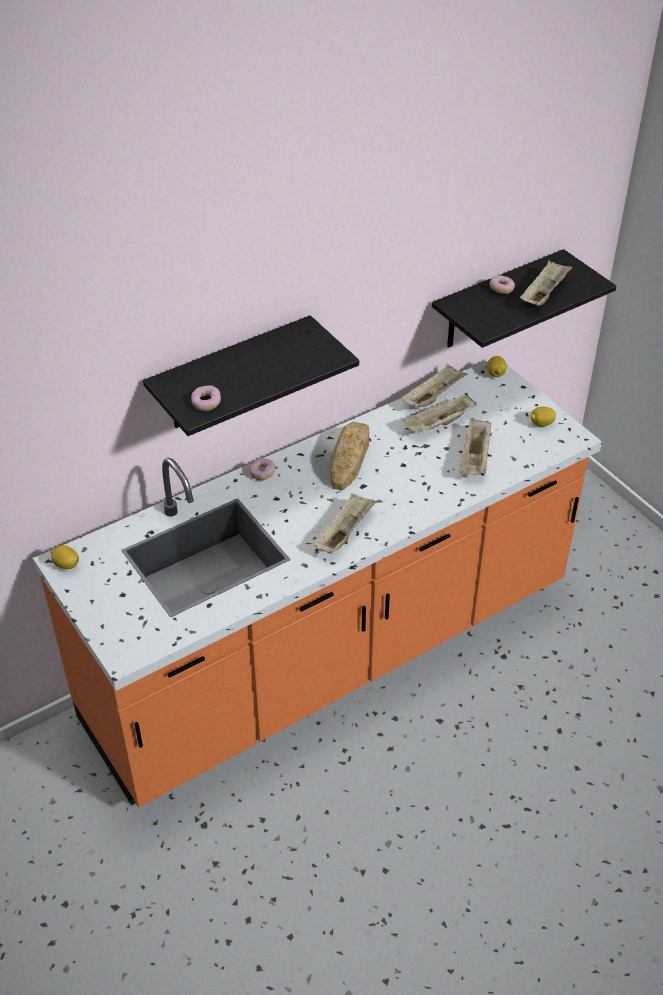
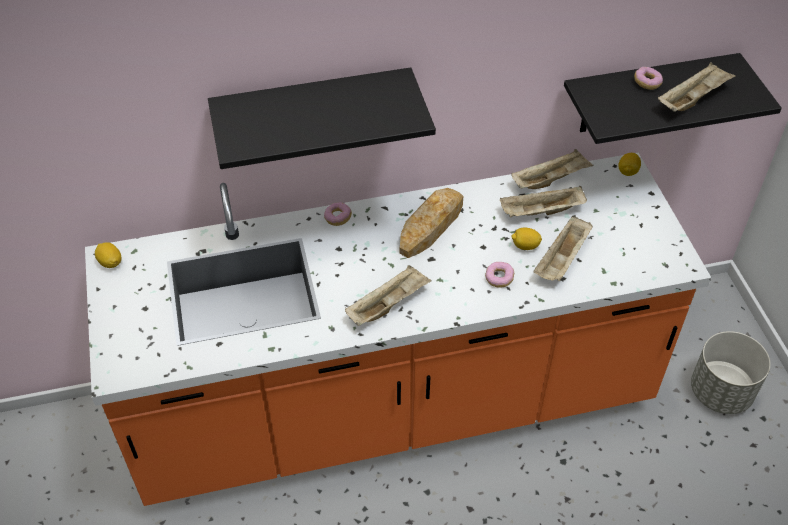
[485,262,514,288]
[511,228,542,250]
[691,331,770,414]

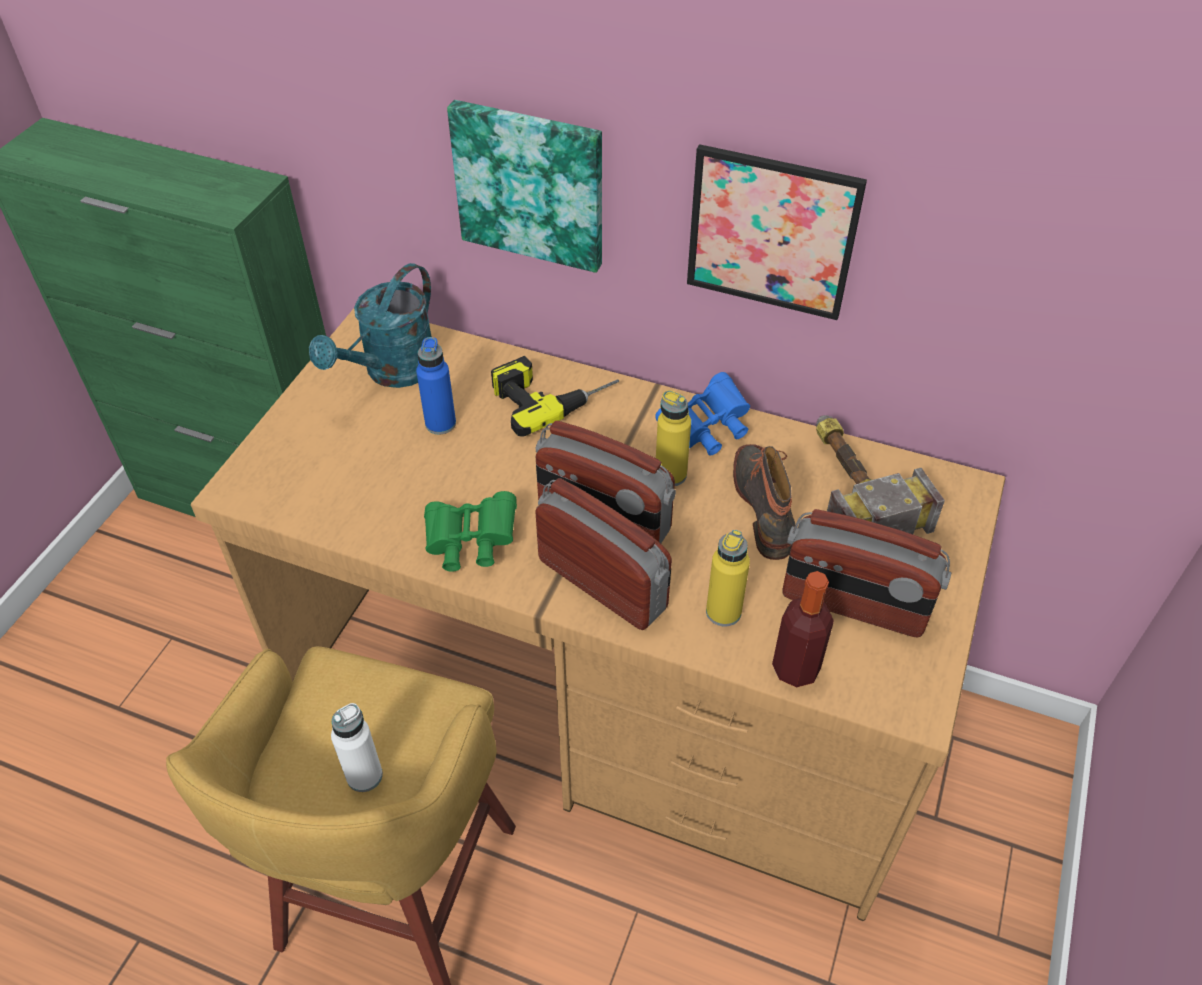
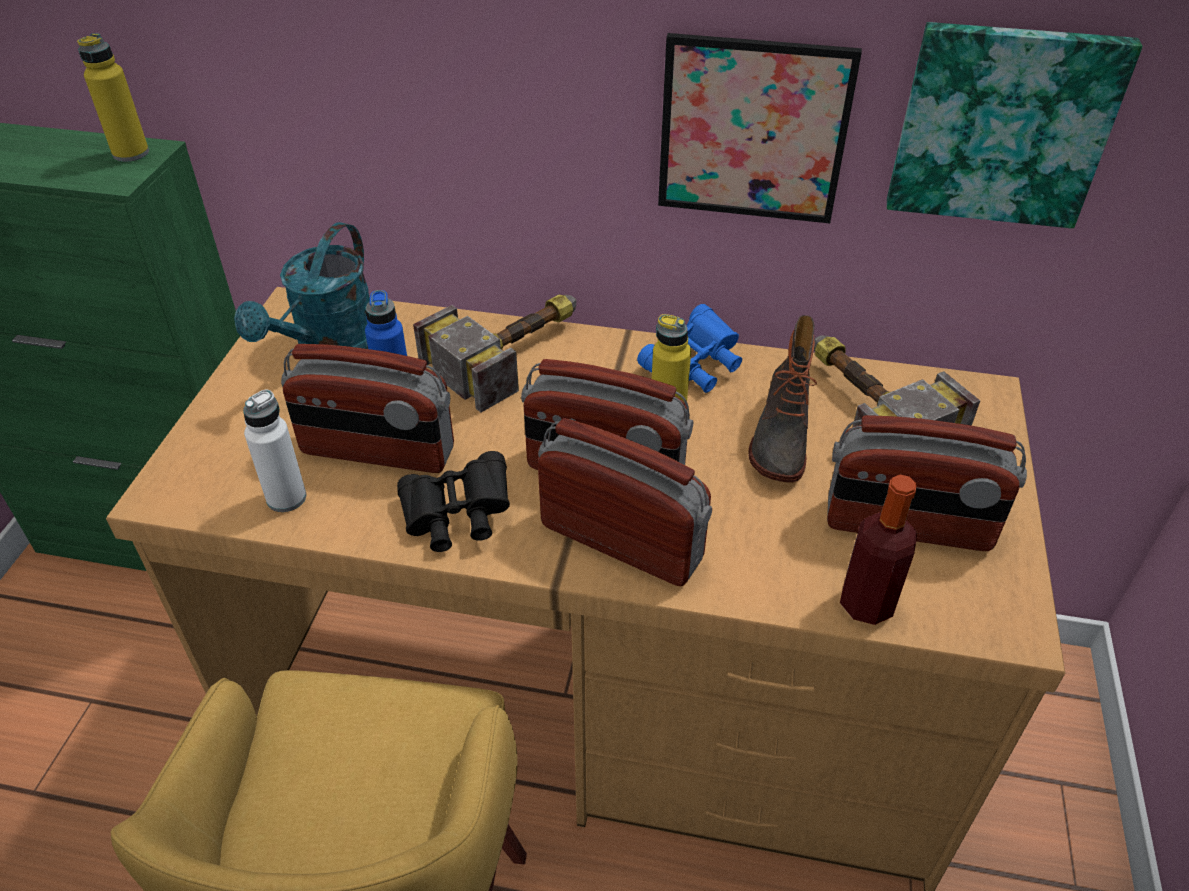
[887,22,1142,228]
[413,294,577,412]
[748,315,817,483]
[397,451,510,552]
[77,33,149,162]
[243,390,306,512]
[281,344,454,473]

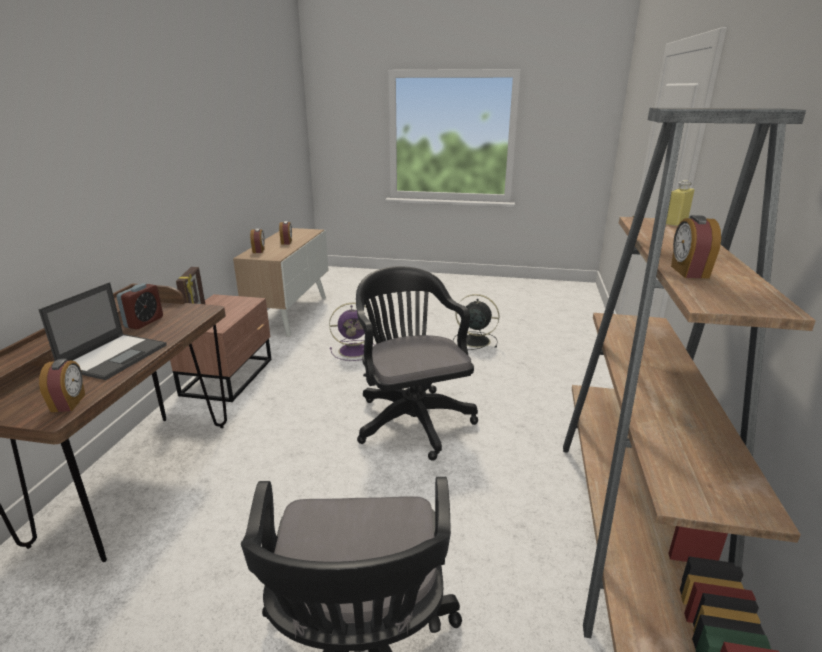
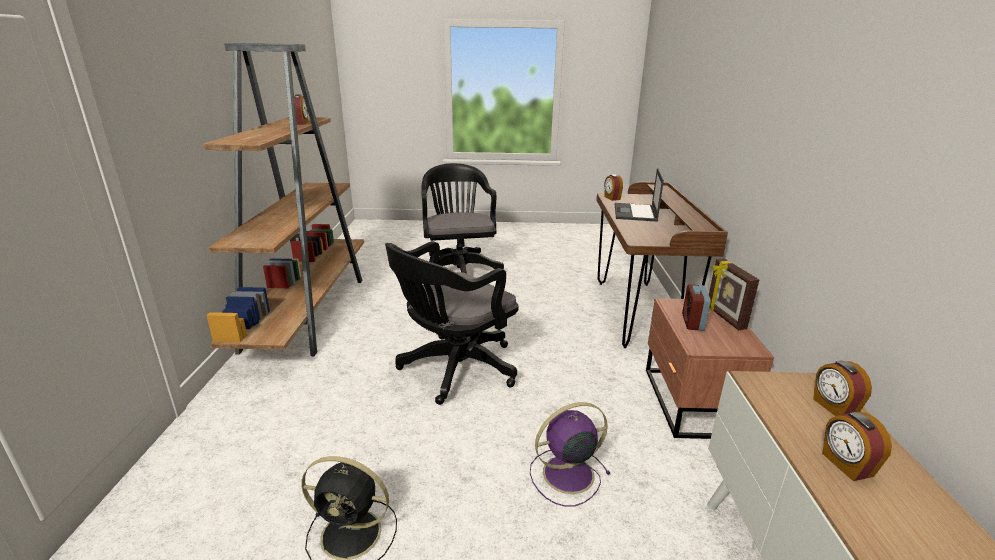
[666,180,694,226] (first image)
[385,241,518,405]
[682,284,711,331]

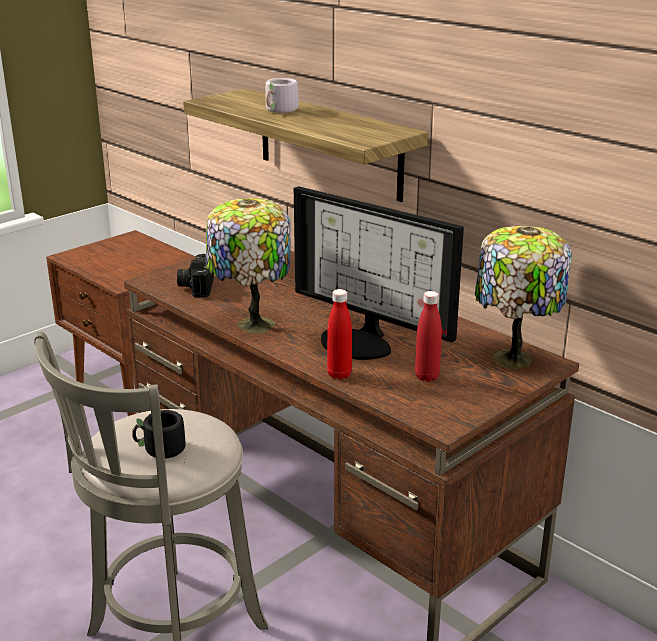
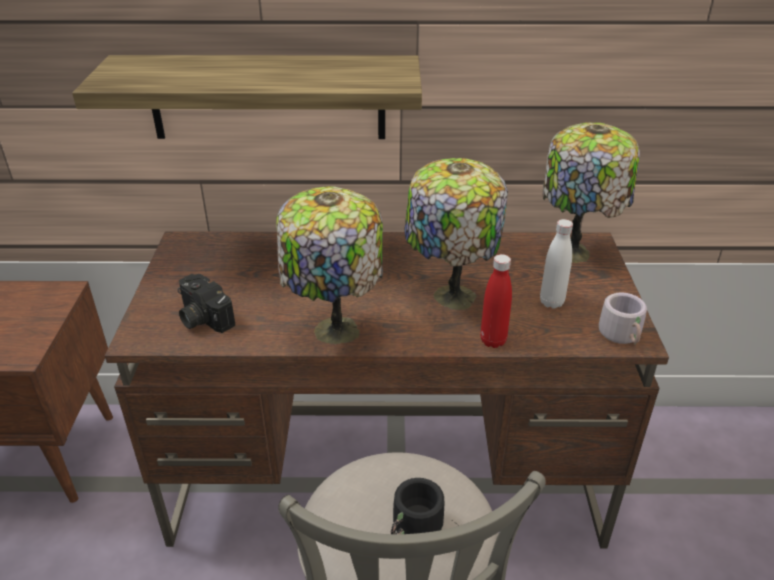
[599,292,647,345]
[404,158,508,310]
[540,219,573,309]

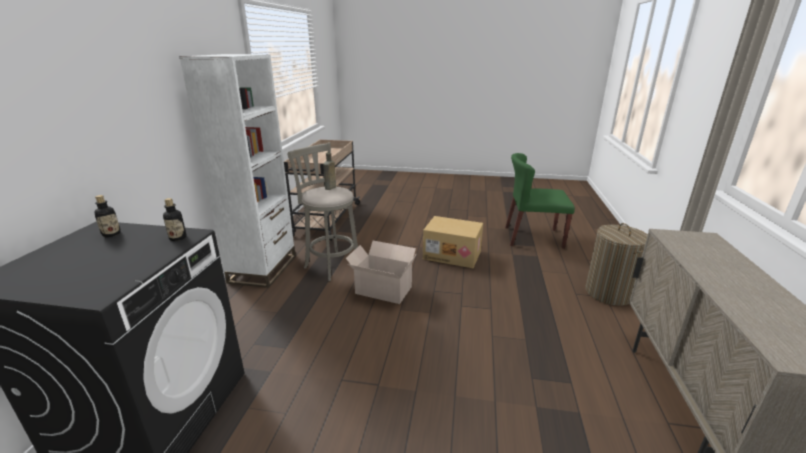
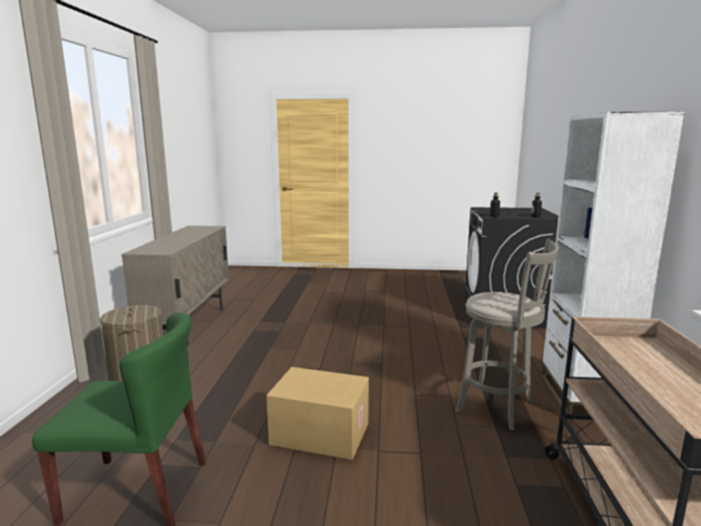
[323,152,336,190] (first image)
[346,241,417,304] (first image)

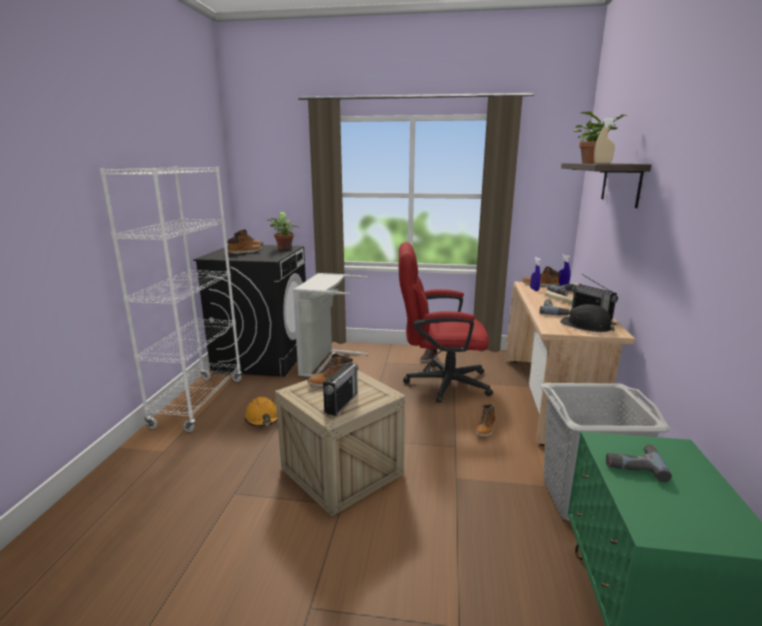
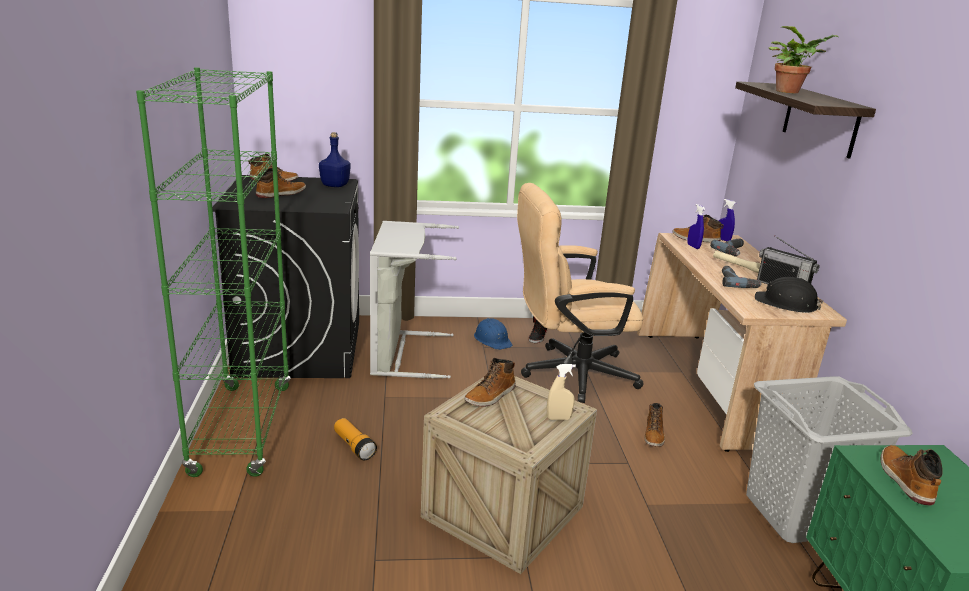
[547,364,576,420]
[136,67,291,477]
[319,132,351,187]
[517,183,644,403]
[323,362,358,416] (first image)
[334,418,377,461]
[881,445,943,506]
[474,318,513,350]

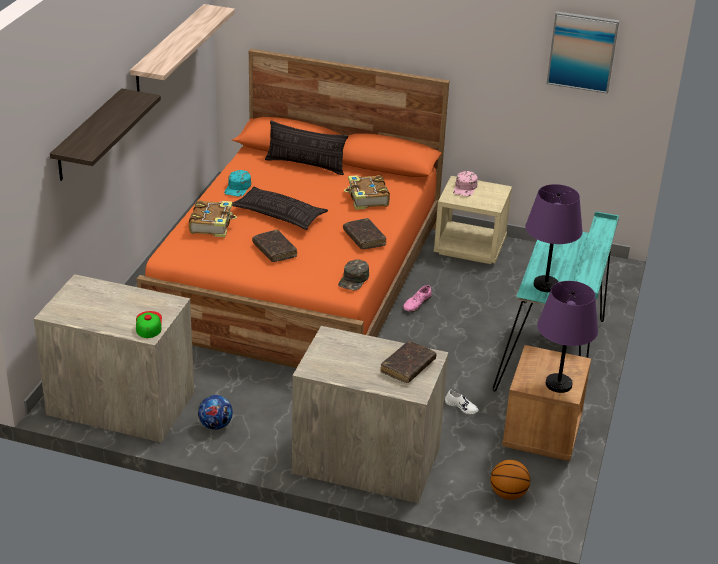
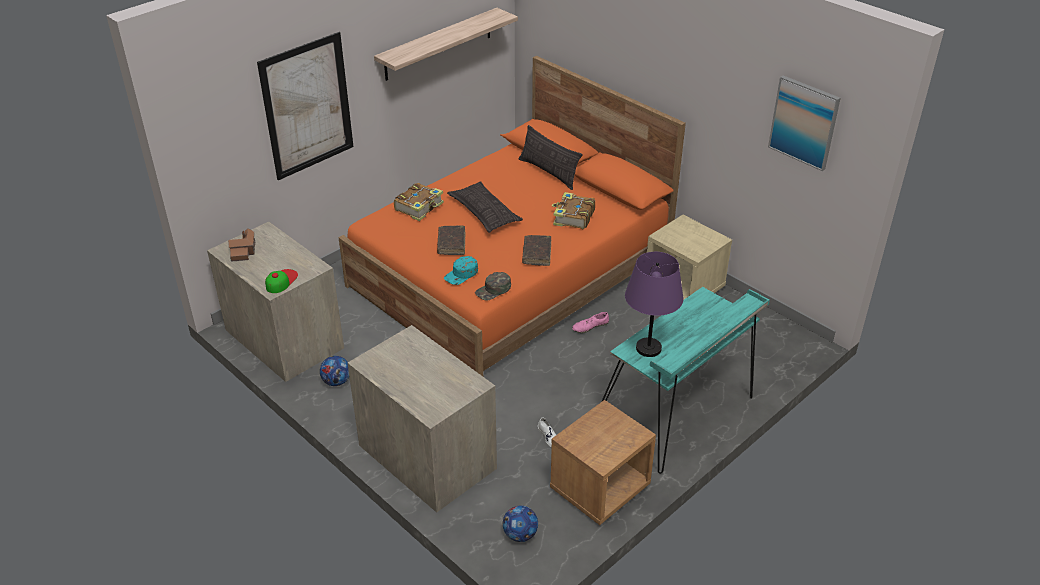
[257,32,354,180]
[444,256,478,285]
[453,171,478,196] (first image)
[537,281,598,393] (first image)
[381,341,437,383] (first image)
[503,506,538,542]
[228,228,255,262]

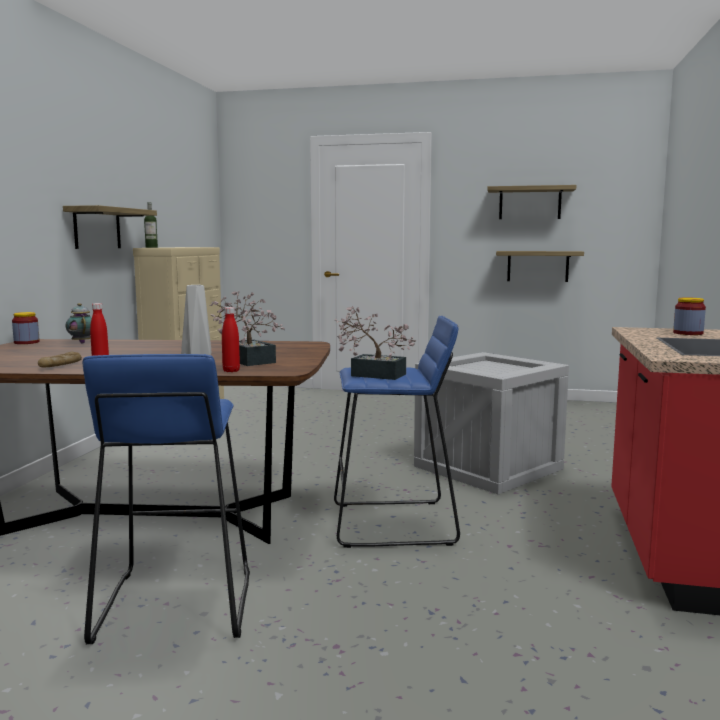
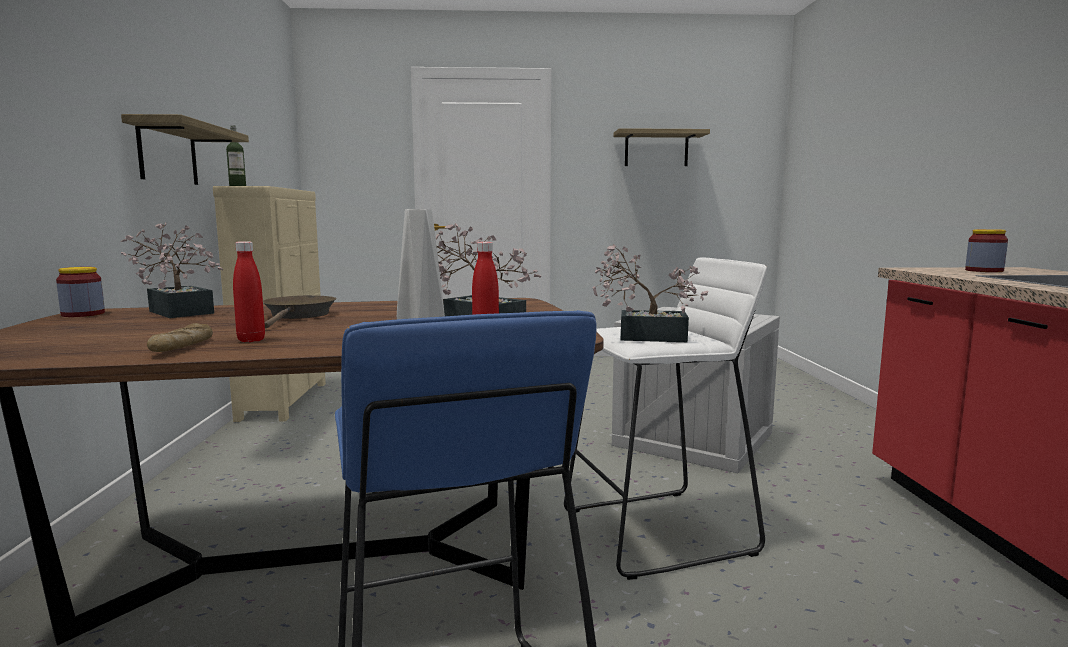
[496,251,584,282] (first image)
[121,222,223,318]
[564,258,767,580]
[263,295,337,328]

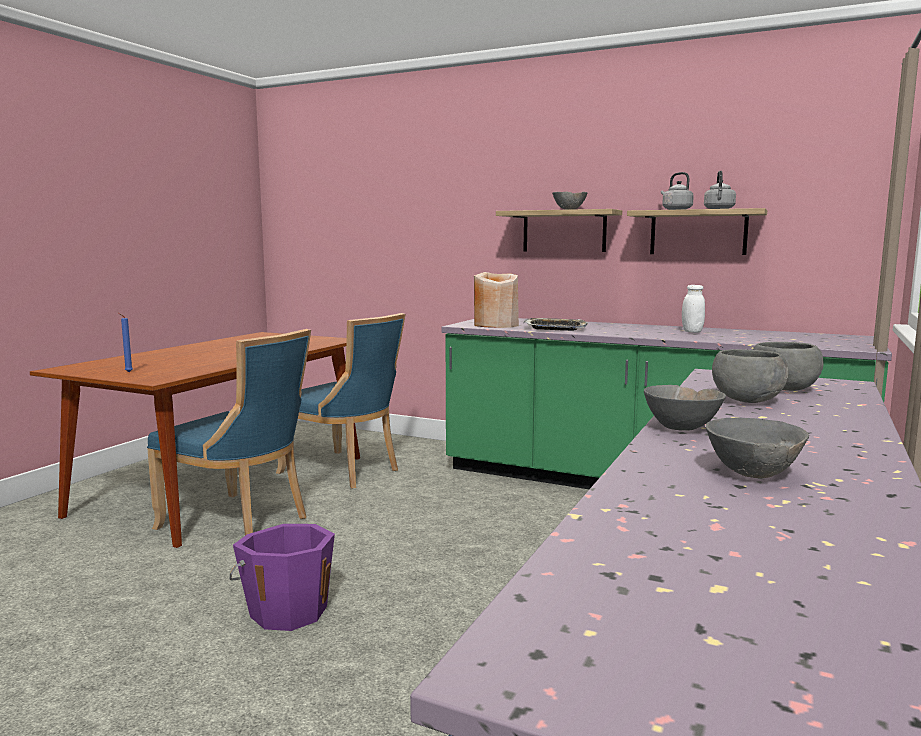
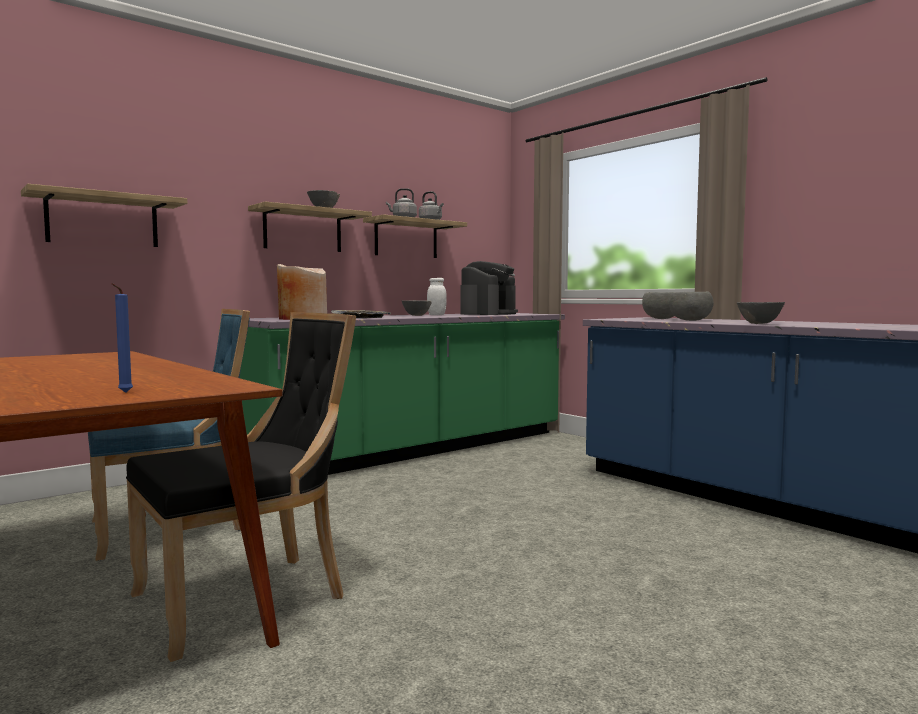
[126,312,356,662]
[402,300,432,316]
[230,524,335,631] (first image)
[21,184,187,247]
[460,261,518,315]

